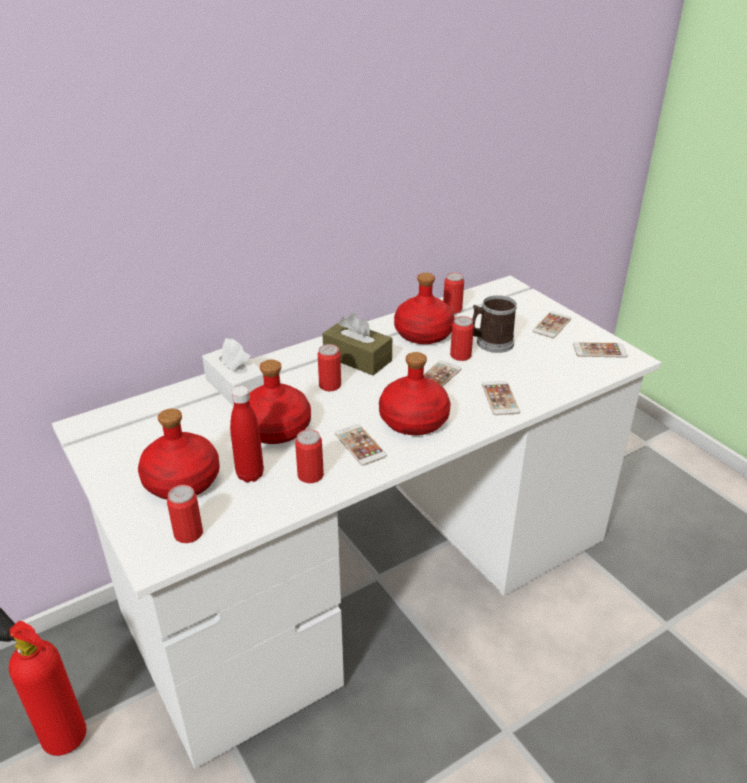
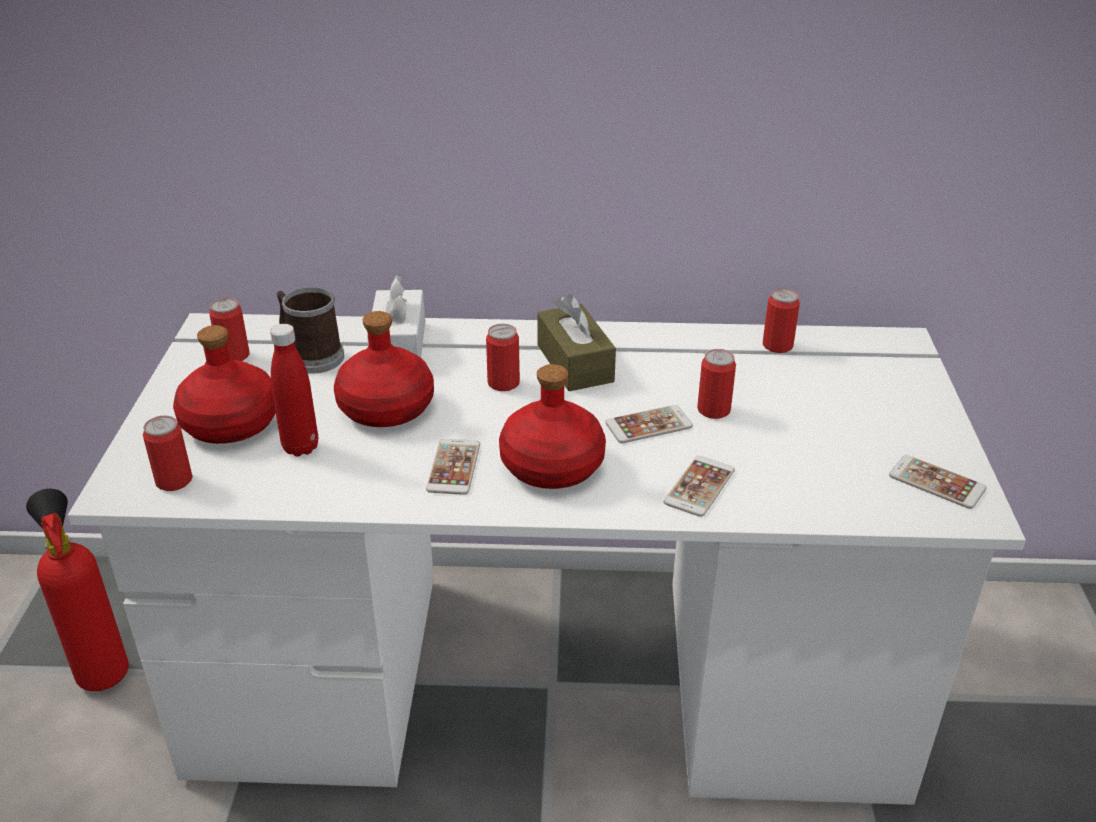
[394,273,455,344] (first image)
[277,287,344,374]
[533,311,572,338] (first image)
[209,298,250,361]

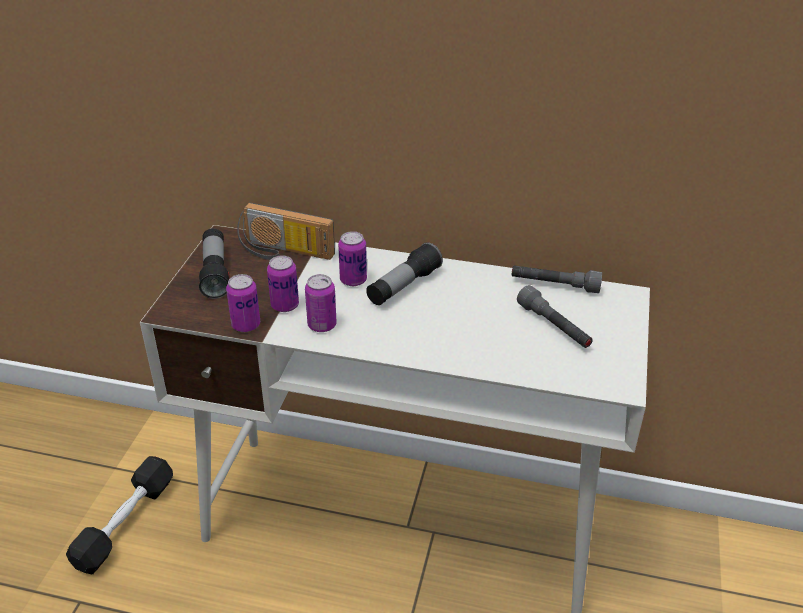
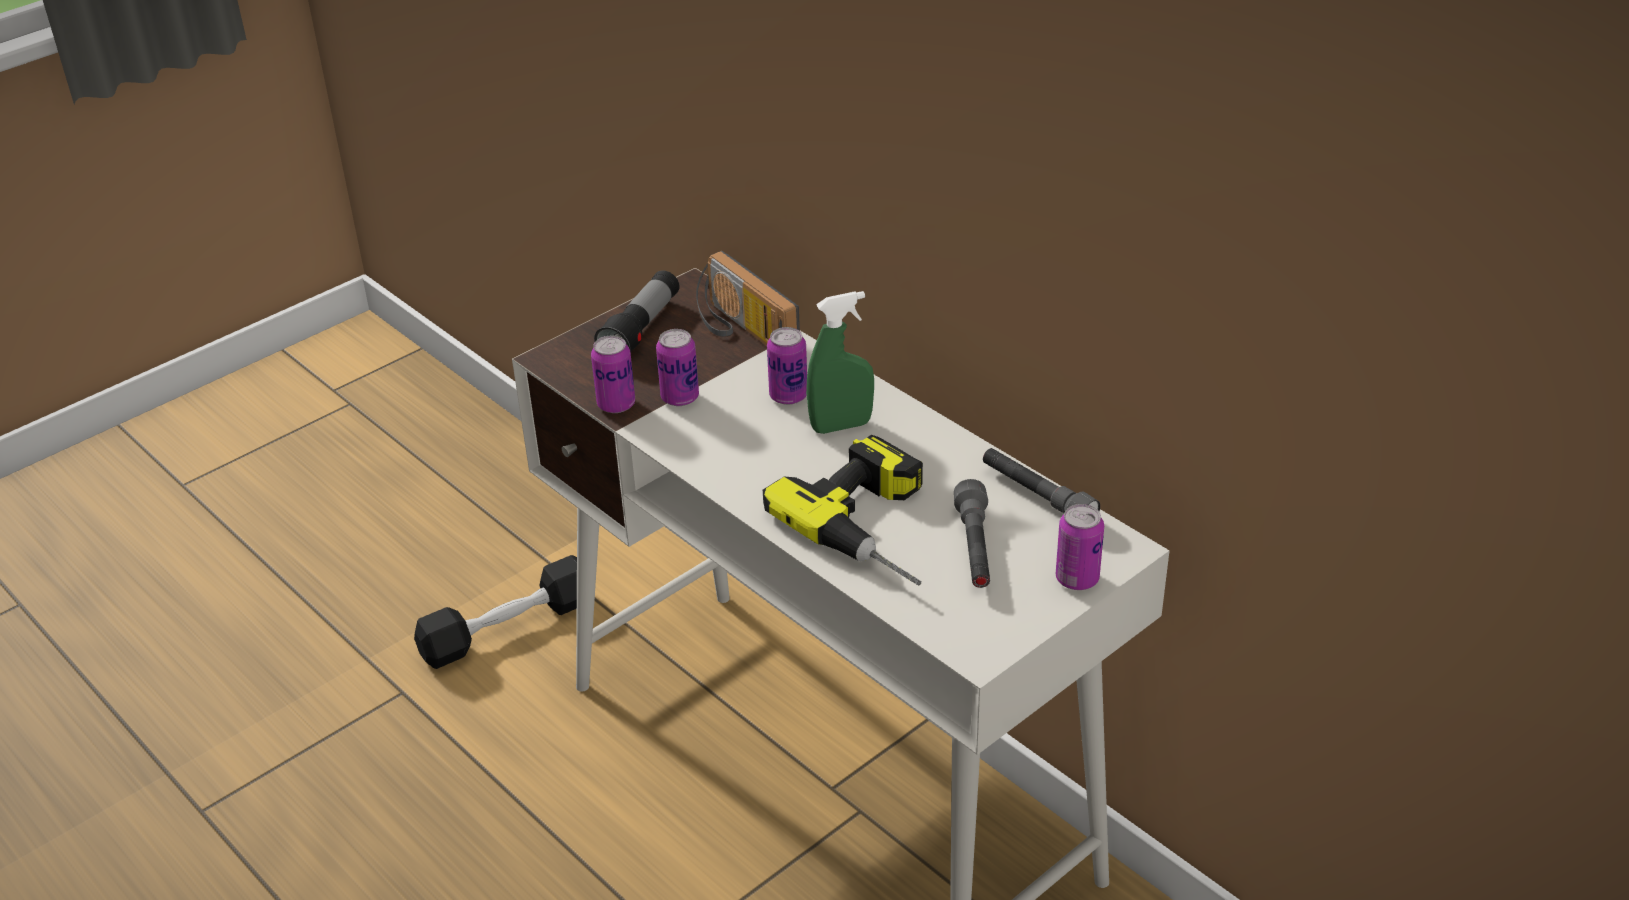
[806,291,874,434]
[1056,504,1104,590]
[763,435,923,585]

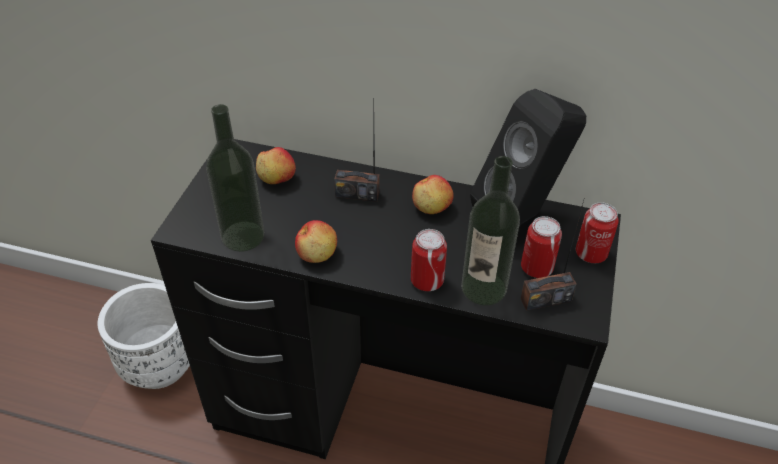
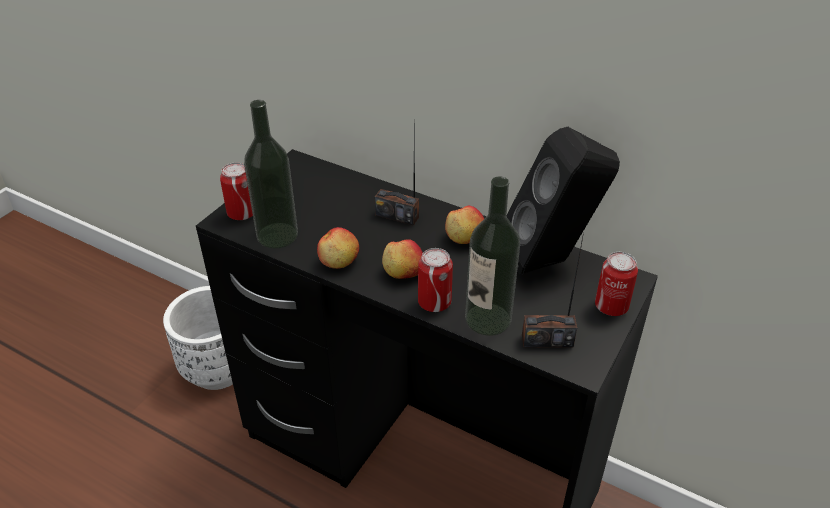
[382,239,423,279]
[220,163,253,220]

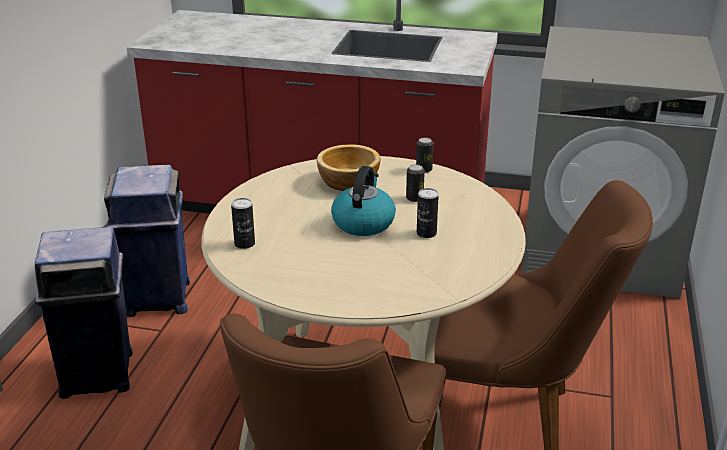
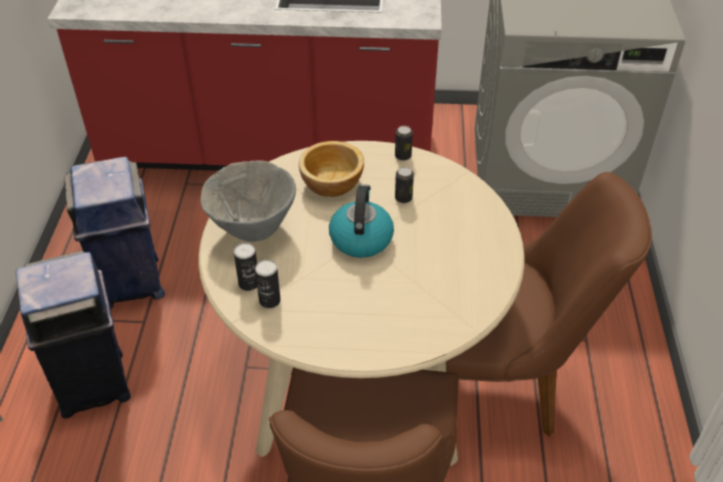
[255,260,281,308]
[200,160,296,242]

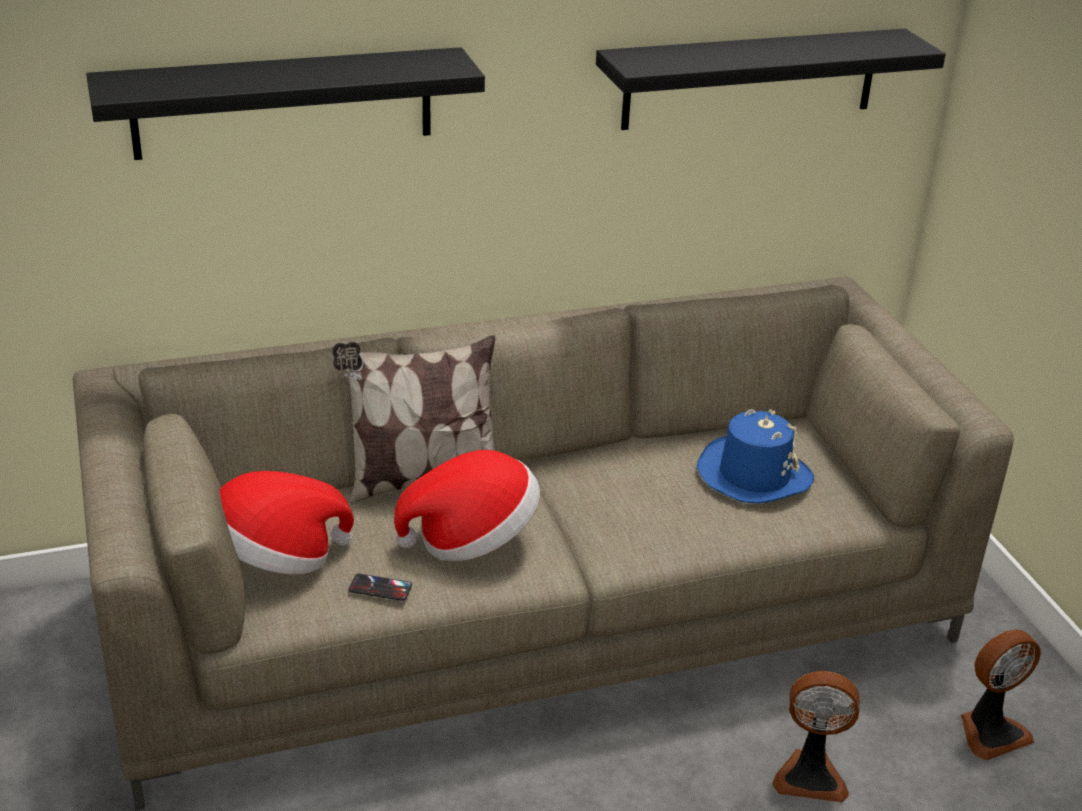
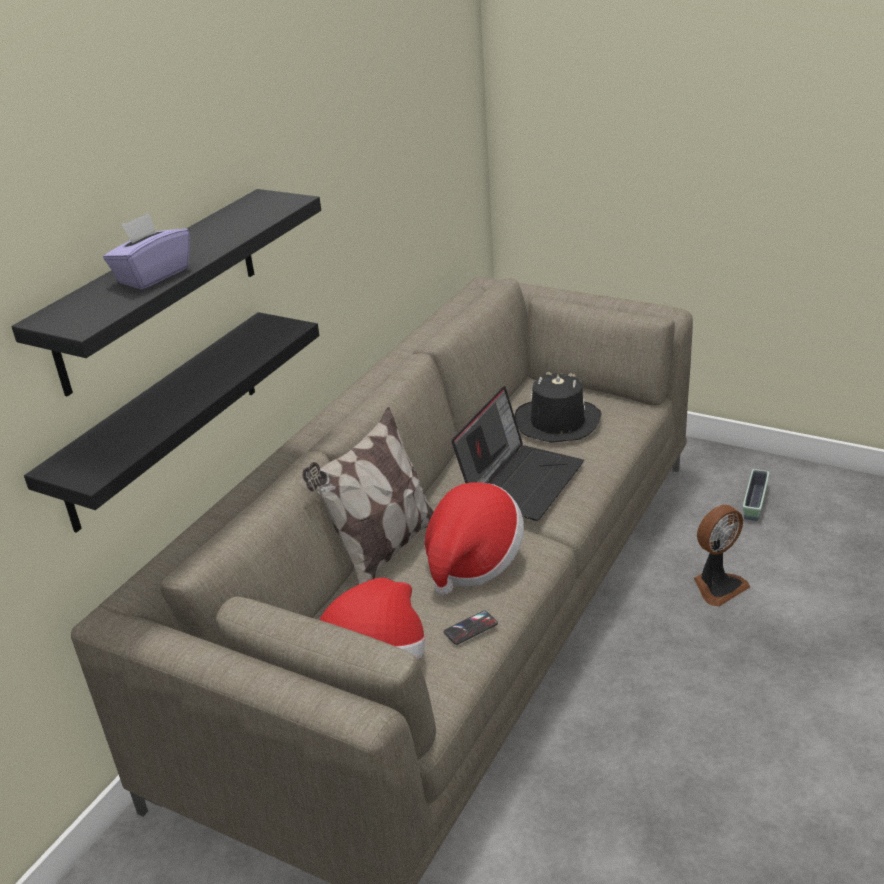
[24,312,320,533]
[514,372,602,443]
[743,469,770,521]
[103,213,189,290]
[452,386,584,521]

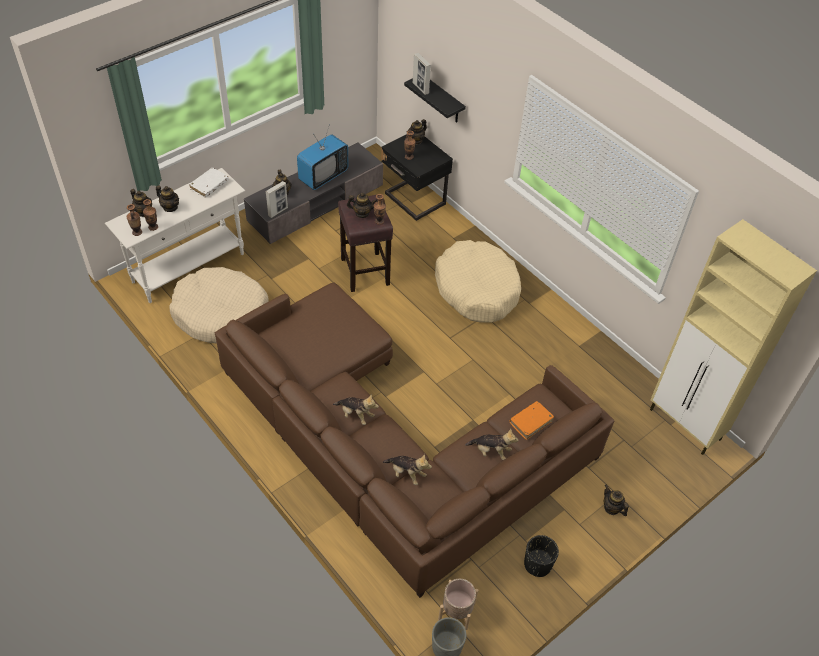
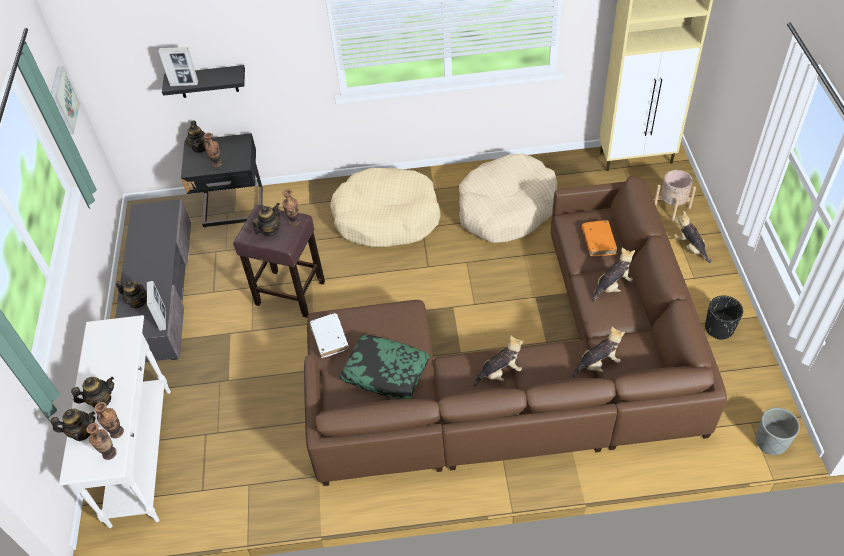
[297,124,348,190] (first image)
[310,313,349,358]
[459,154,558,243]
[674,211,712,263]
[654,170,696,220]
[51,66,80,135]
[340,335,430,399]

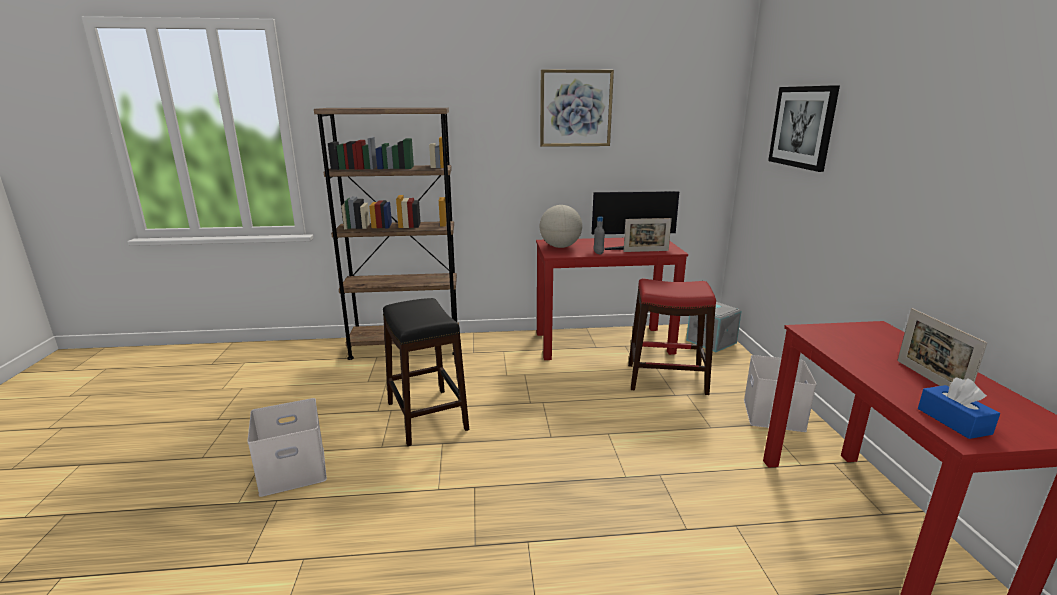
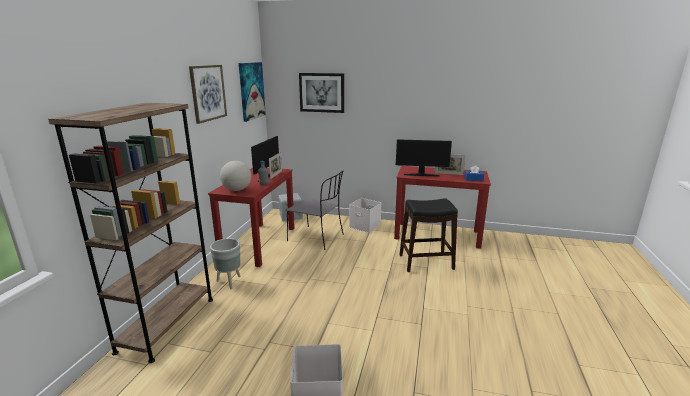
[286,171,344,250]
[399,198,458,272]
[239,62,266,122]
[396,139,452,177]
[210,238,241,289]

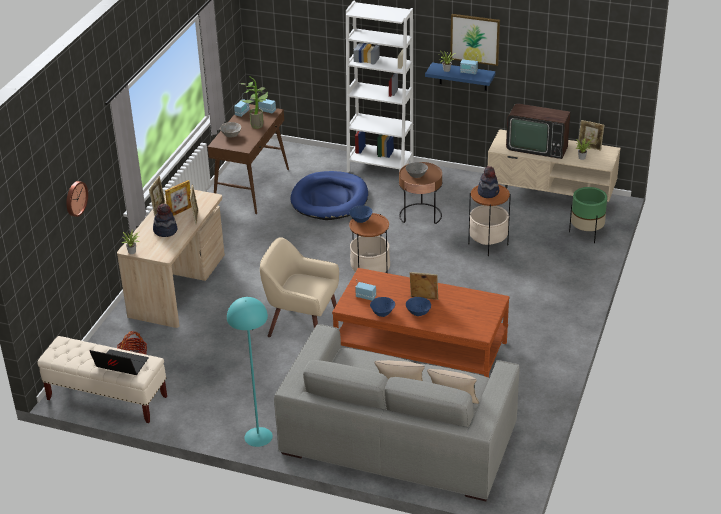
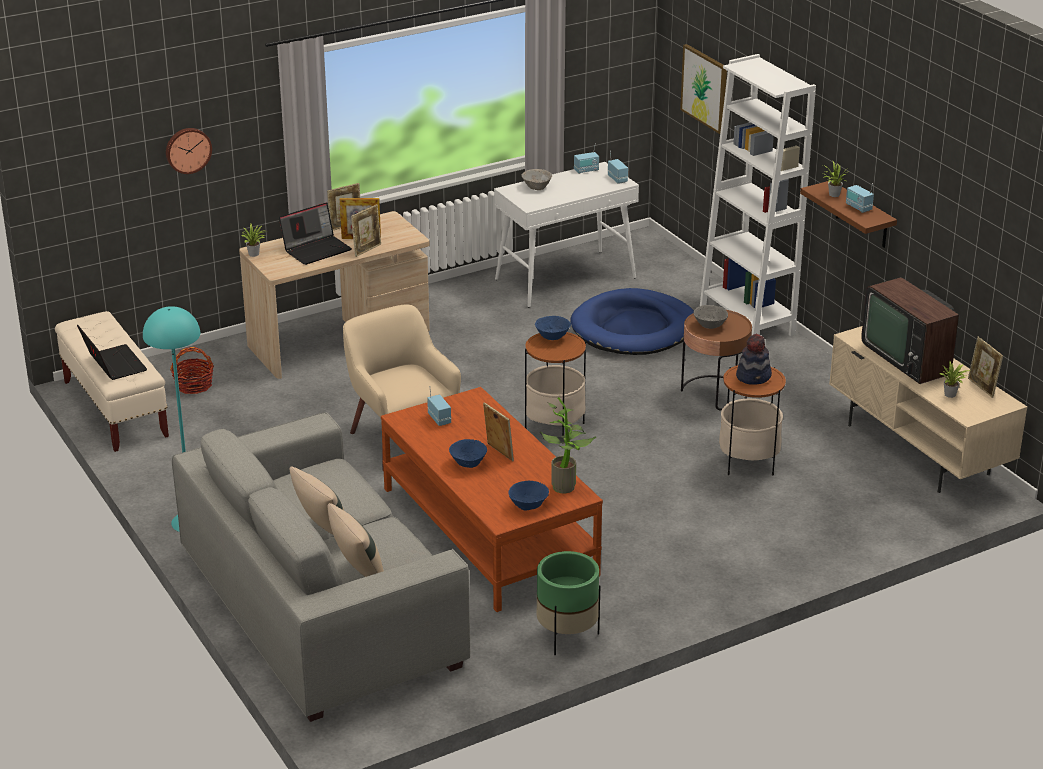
[680,44,727,134]
[800,181,897,248]
[539,397,596,493]
[494,162,639,307]
[536,551,600,655]
[279,202,352,265]
[508,481,549,510]

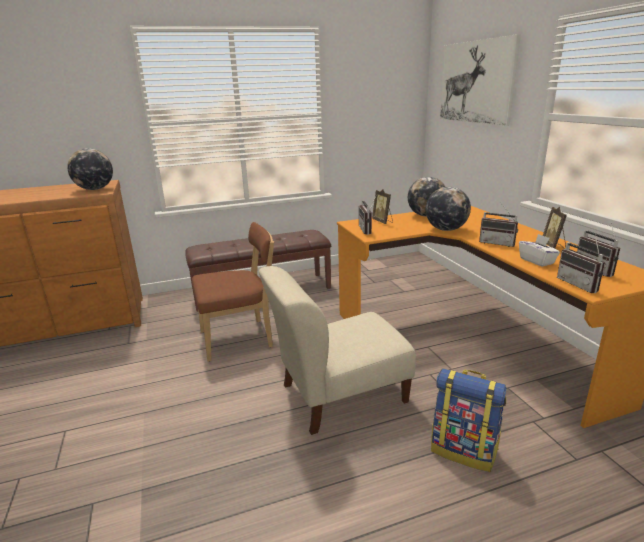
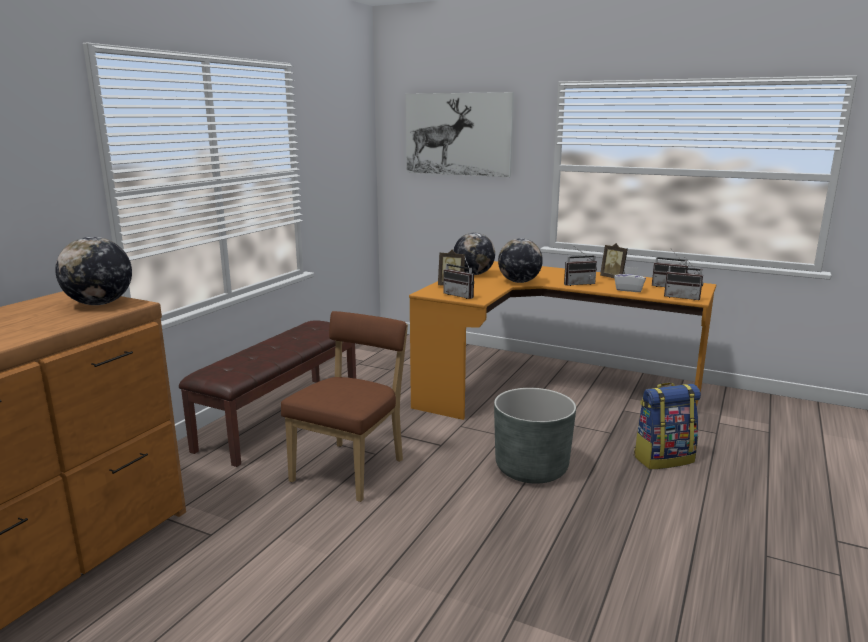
[494,388,576,484]

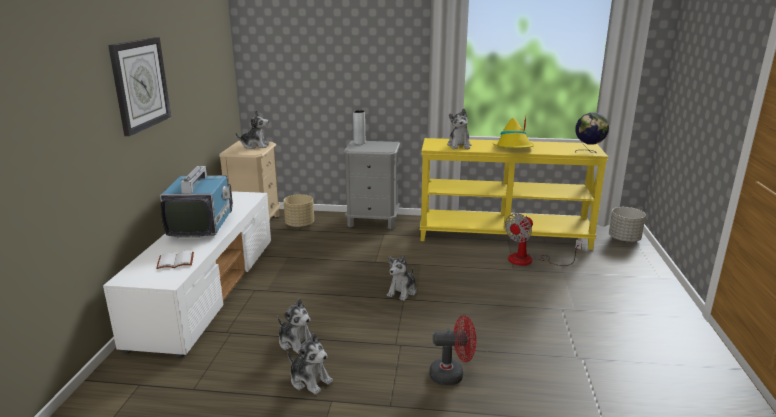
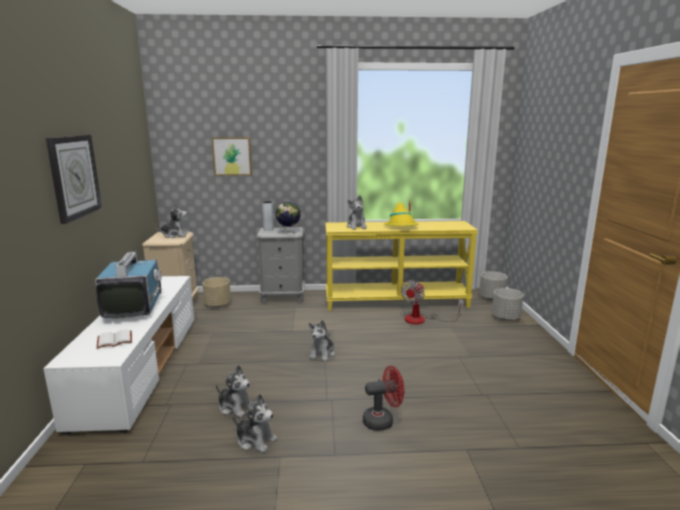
[276,202,301,233]
[212,137,252,175]
[492,288,524,320]

